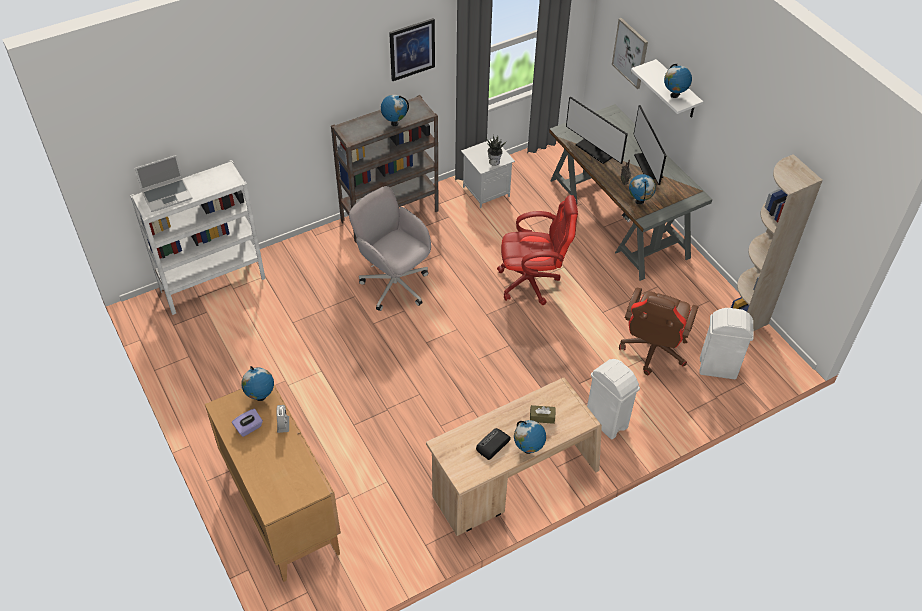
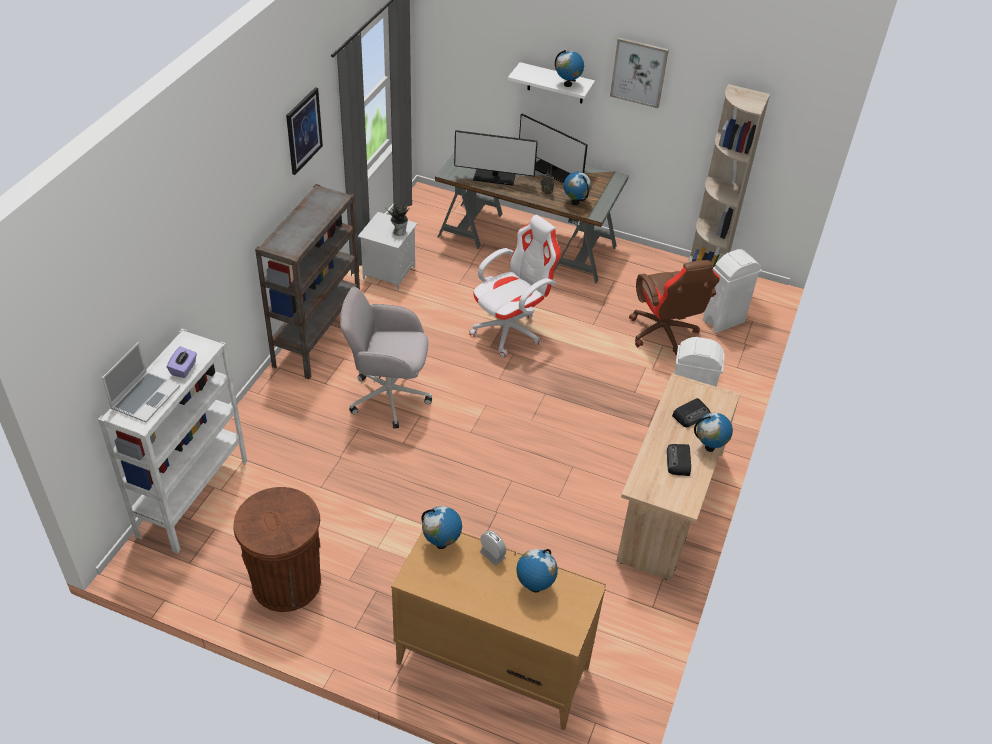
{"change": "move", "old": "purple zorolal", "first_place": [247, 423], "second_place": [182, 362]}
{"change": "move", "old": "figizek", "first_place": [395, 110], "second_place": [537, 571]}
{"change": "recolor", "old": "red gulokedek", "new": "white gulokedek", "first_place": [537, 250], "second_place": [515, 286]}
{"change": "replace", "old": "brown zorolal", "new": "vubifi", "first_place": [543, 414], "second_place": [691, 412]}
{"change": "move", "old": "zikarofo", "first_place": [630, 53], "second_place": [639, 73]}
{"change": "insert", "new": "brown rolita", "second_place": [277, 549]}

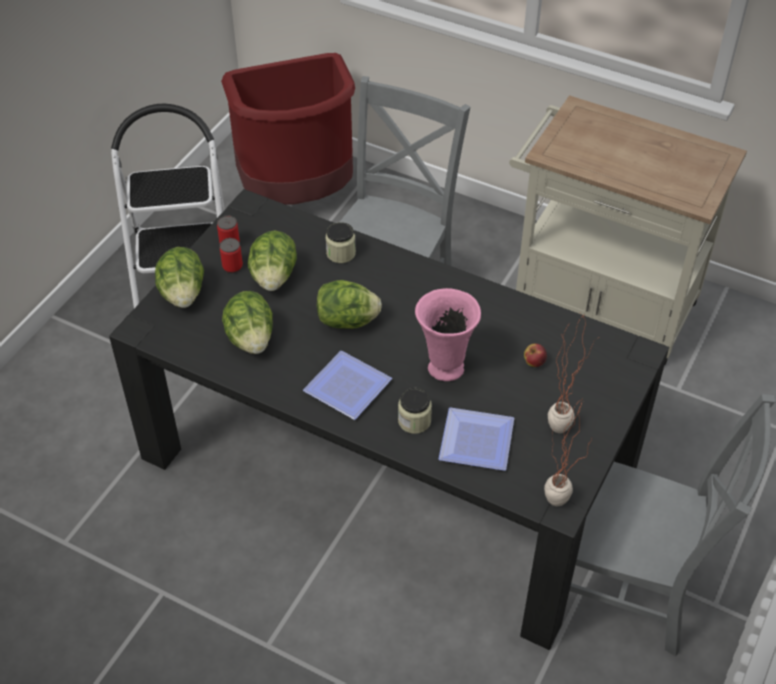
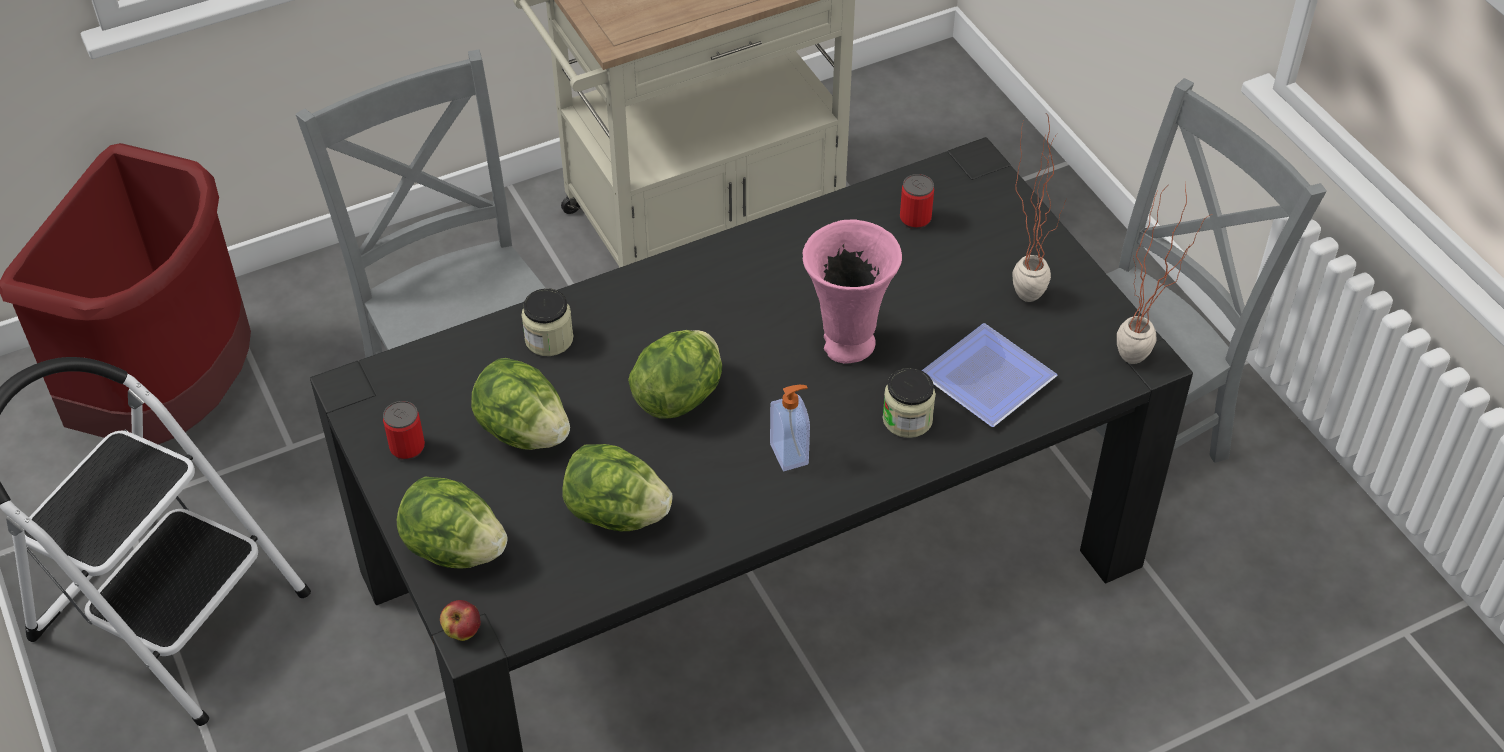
{"change": "move", "old": "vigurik", "first_place": [231, 255], "second_place": [917, 201]}
{"change": "replace", "old": "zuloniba", "new": "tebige", "first_place": [347, 385], "second_place": [790, 428]}
{"change": "move", "old": "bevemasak", "first_place": [535, 355], "second_place": [460, 620]}

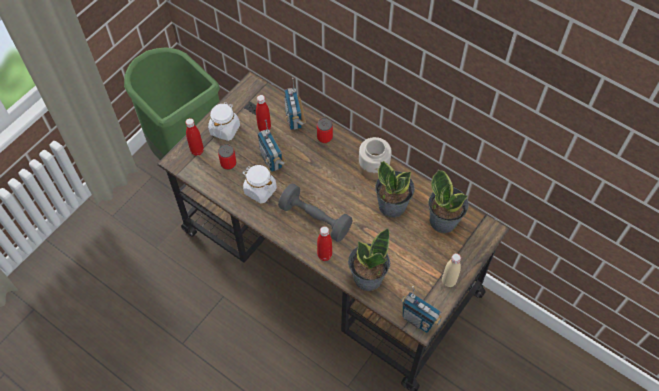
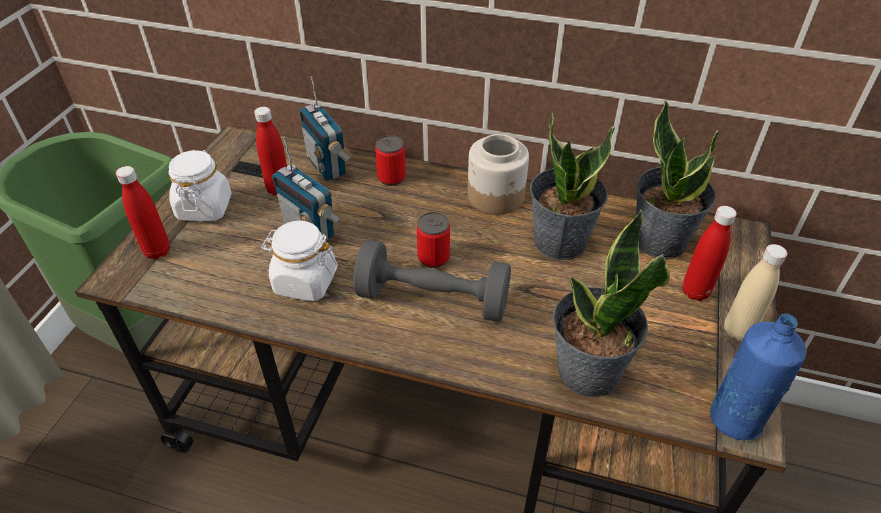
{"change": "move", "old": "vigurik", "first_place": [227, 157], "second_place": [433, 240]}
{"change": "move", "old": "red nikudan", "first_place": [324, 243], "second_place": [710, 253]}
{"change": "replace", "old": "vubifi", "new": "blue nikudan", "first_place": [421, 309], "second_place": [758, 376]}

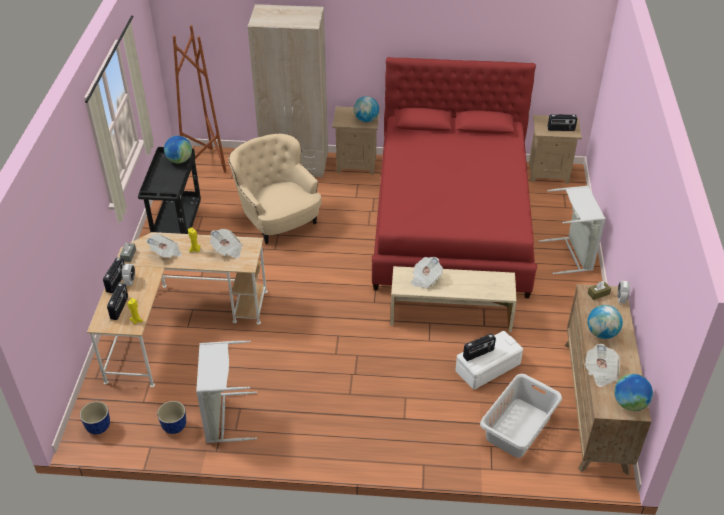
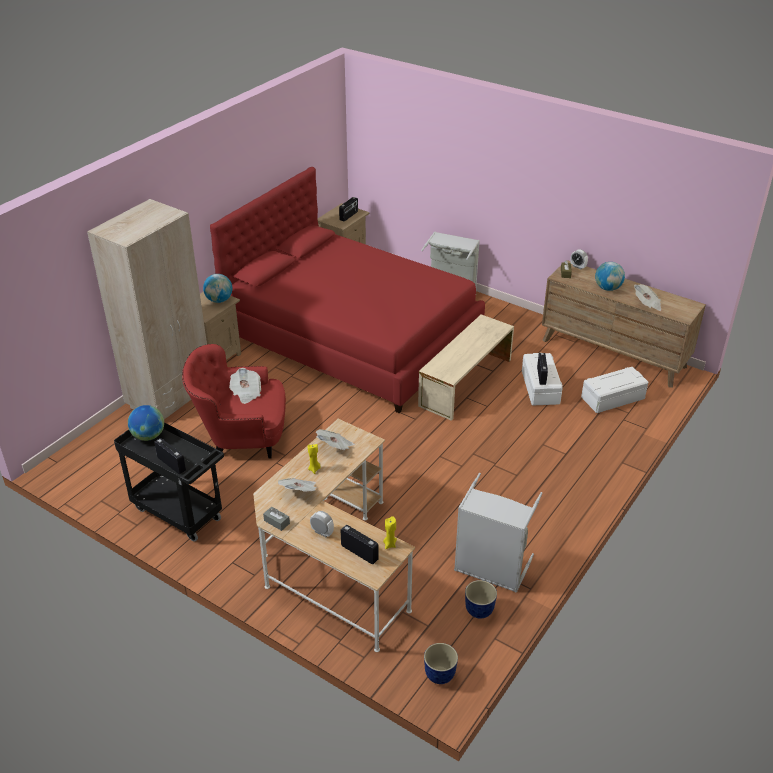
{"change": "move", "old": "vubifi", "first_place": [114, 275], "second_place": [170, 456]}
{"change": "delete", "old": "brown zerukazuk", "first_place": [200, 99]}
{"change": "recolor", "old": "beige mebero", "new": "red mebero", "first_place": [274, 189], "second_place": [234, 401]}
{"change": "move", "old": "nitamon", "first_place": [427, 273], "second_place": [245, 386]}
{"change": "replace", "old": "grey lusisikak", "new": "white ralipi", "first_place": [521, 416], "second_place": [614, 390]}
{"change": "delete", "old": "figizek", "first_place": [633, 392]}

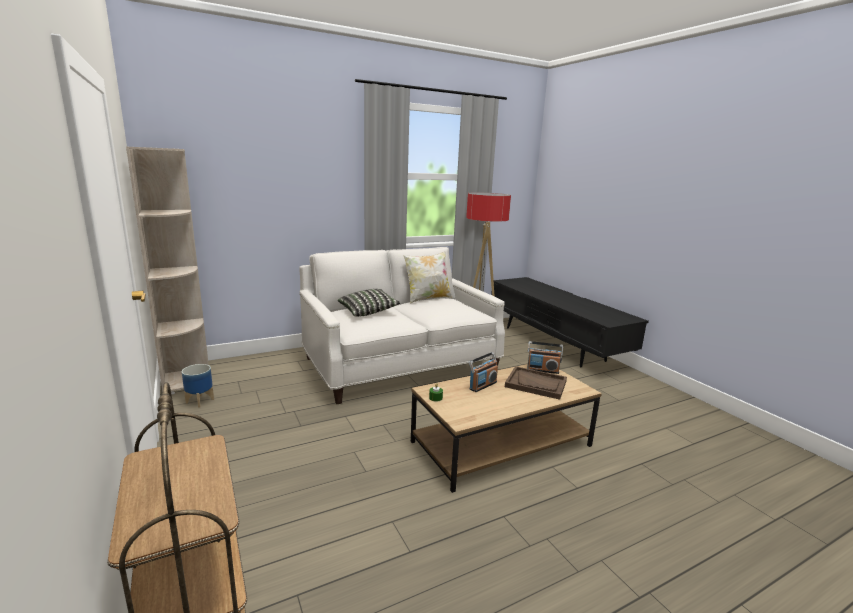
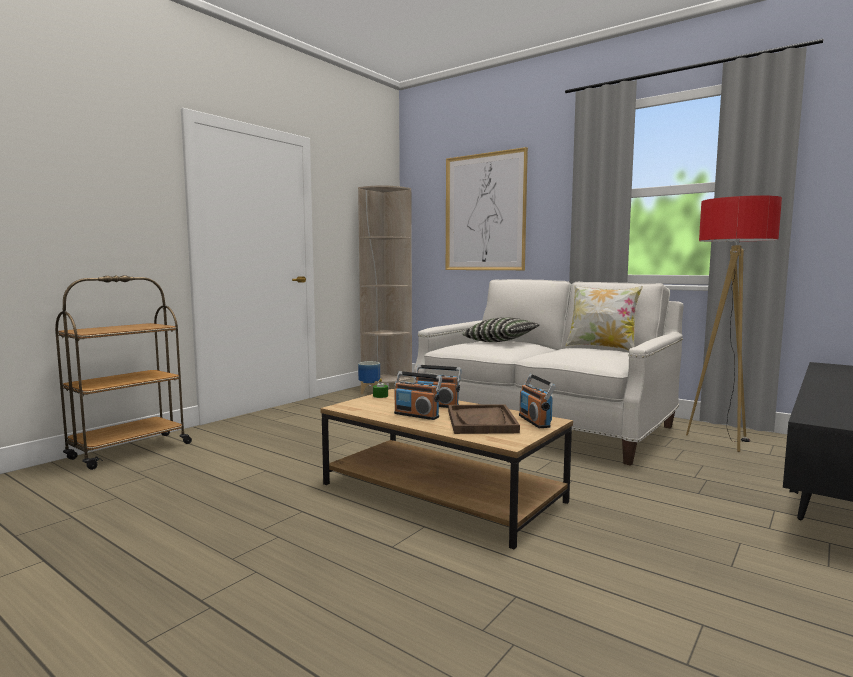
{"change": "insert", "new": "vubifi", "second_place": [418, 395]}
{"change": "insert", "new": "zikarofo", "second_place": [487, 208]}

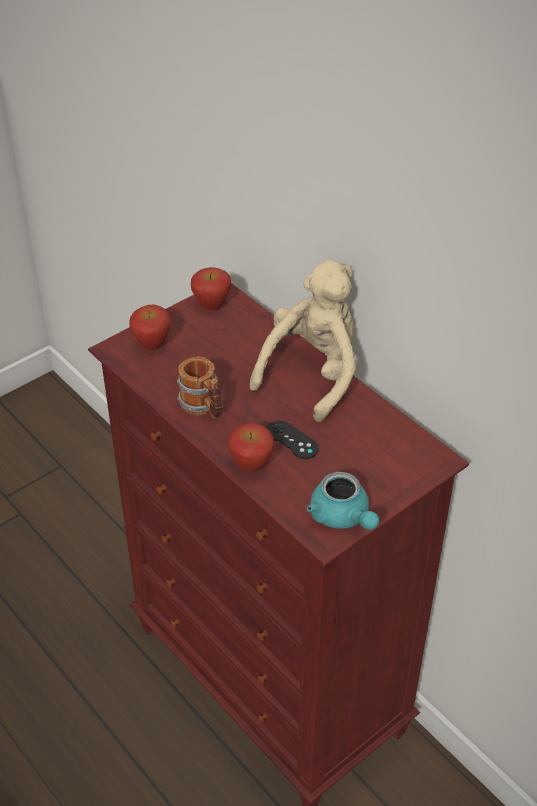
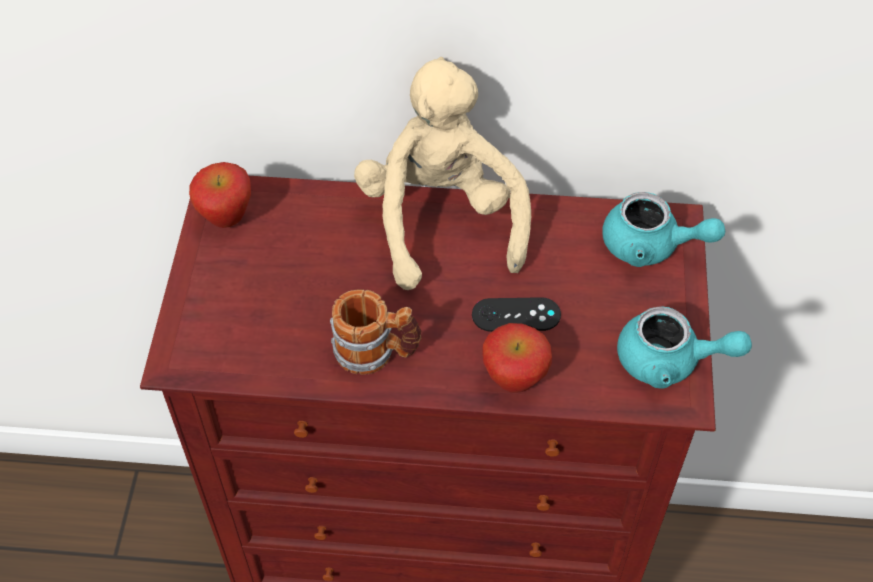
{"change": "delete", "old": "bevemasak", "first_place": [149, 327]}
{"change": "insert", "new": "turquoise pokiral", "second_place": [663, 229]}

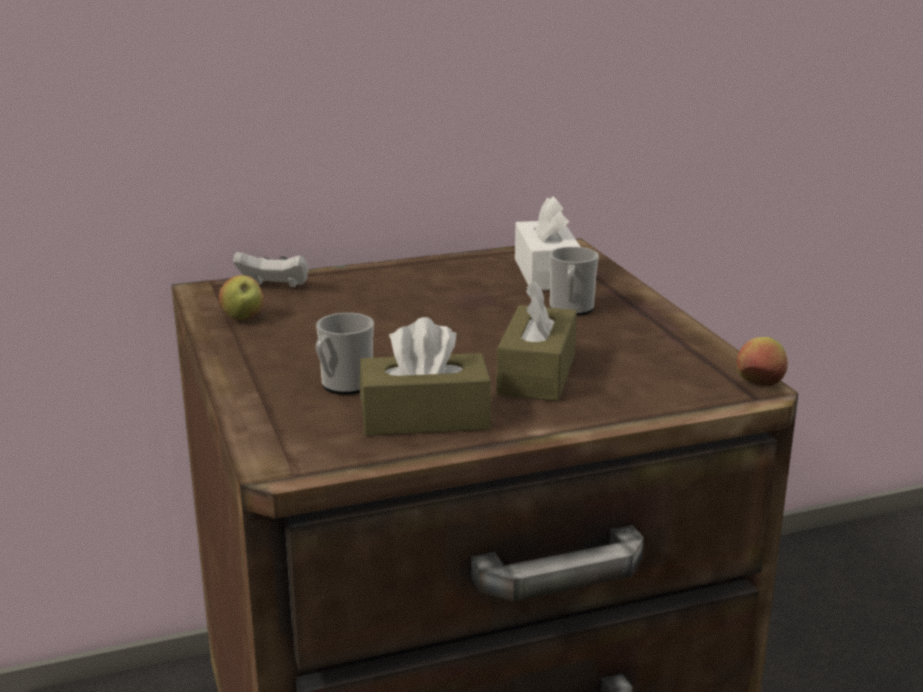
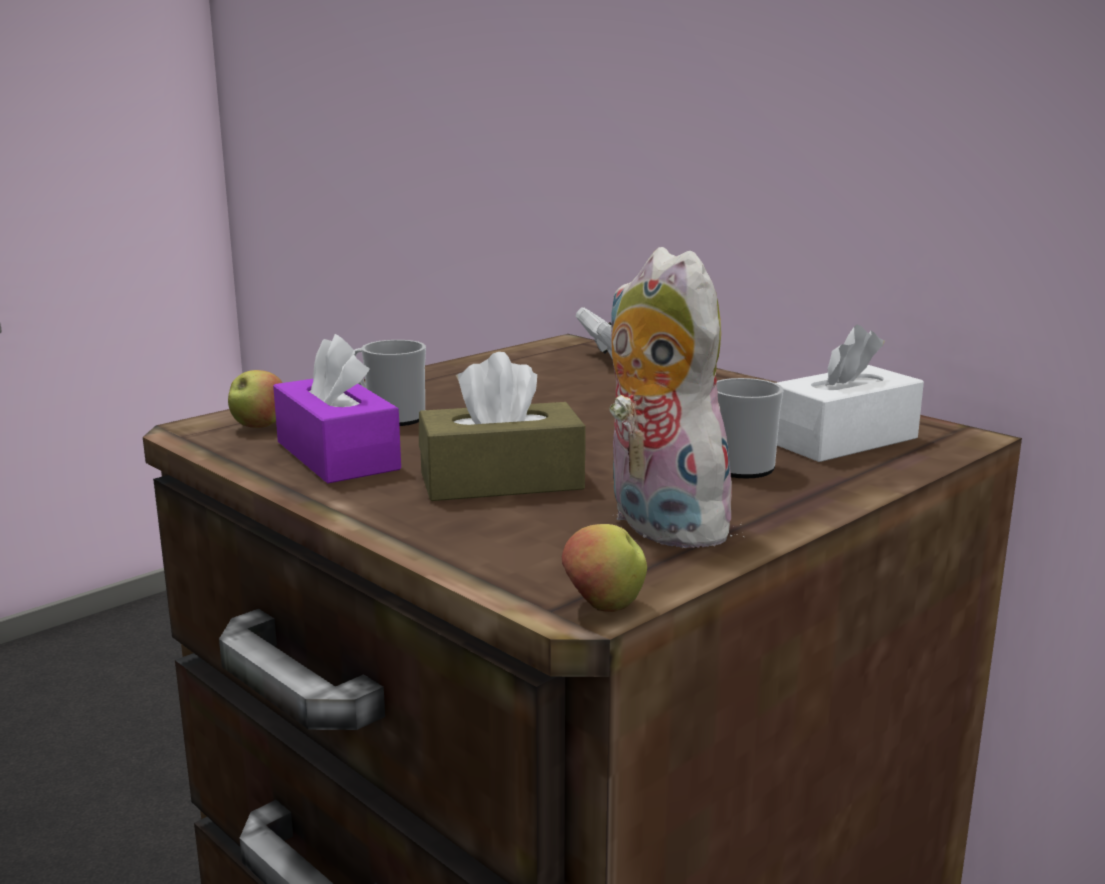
{"change": "move", "old": "bevemasak", "first_place": [241, 298], "second_place": [255, 399]}
{"change": "recolor", "old": "brown zorolal", "new": "purple zorolal", "first_place": [426, 376], "second_place": [337, 408]}
{"change": "insert", "new": "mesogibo", "second_place": [677, 398]}

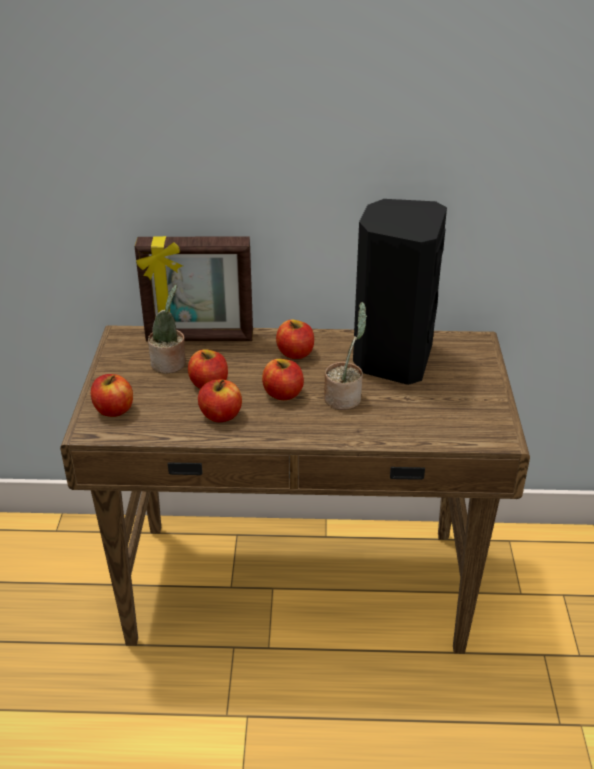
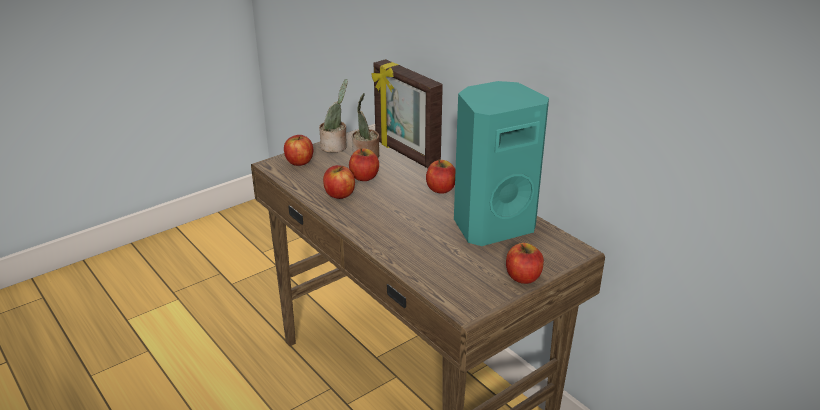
{"change": "move", "old": "bevemasak", "first_place": [283, 379], "second_place": [525, 263]}
{"change": "move", "old": "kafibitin", "first_place": [345, 356], "second_place": [333, 116]}
{"change": "recolor", "old": "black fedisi", "new": "turquoise fedisi", "first_place": [400, 292], "second_place": [501, 163]}

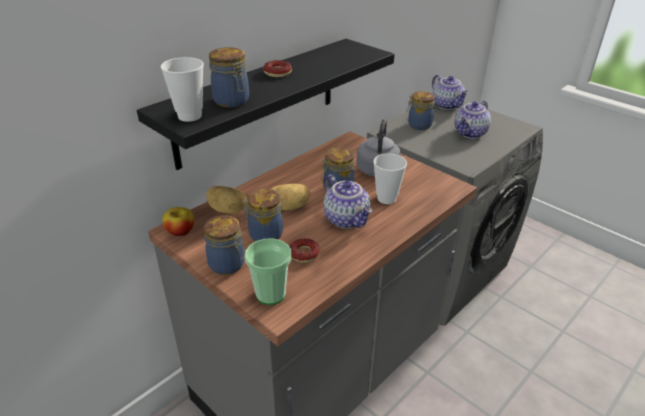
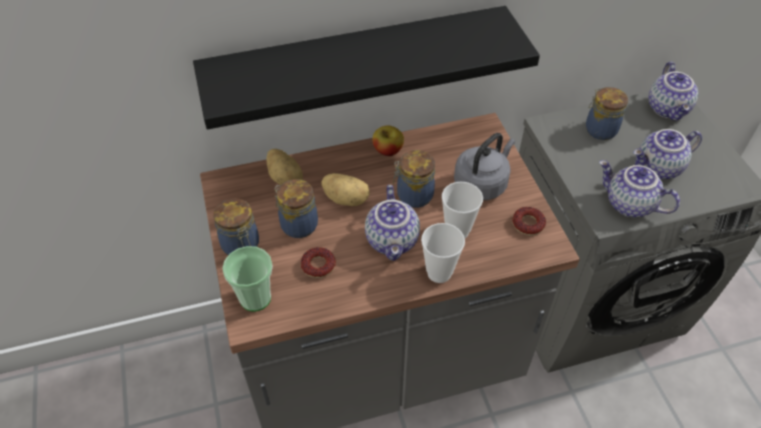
{"change": "move", "old": "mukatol", "first_place": [182, 89], "second_place": [443, 253]}
{"change": "move", "old": "bevemasak", "first_place": [178, 221], "second_place": [388, 140]}
{"change": "delete", "old": "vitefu", "first_place": [229, 77]}
{"change": "move", "old": "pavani", "first_place": [277, 68], "second_place": [529, 221]}
{"change": "insert", "new": "pokiral", "second_place": [639, 188]}

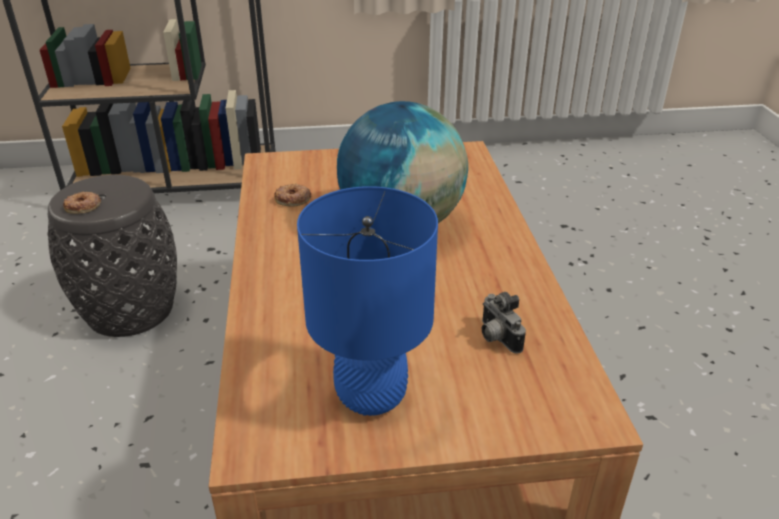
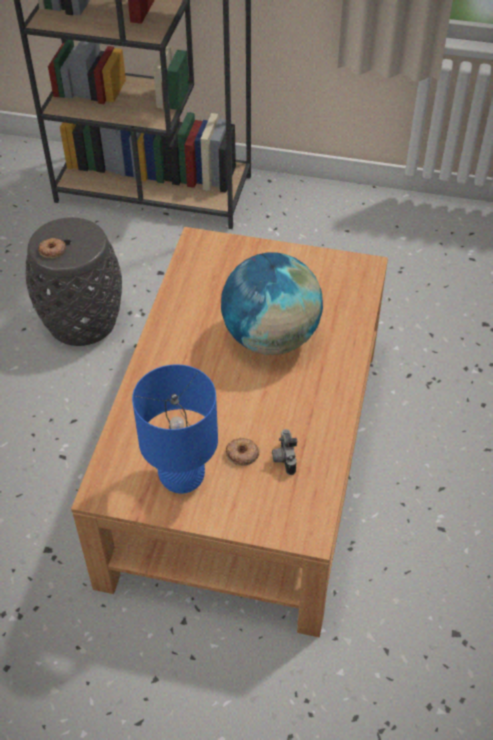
{"change": "move", "old": "pavani", "first_place": [292, 195], "second_place": [242, 452]}

